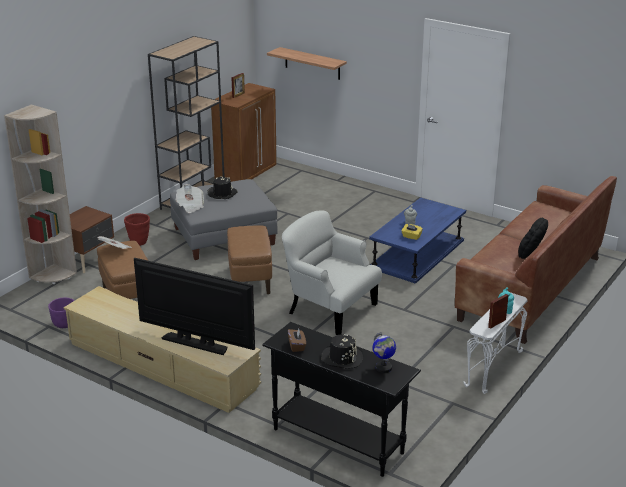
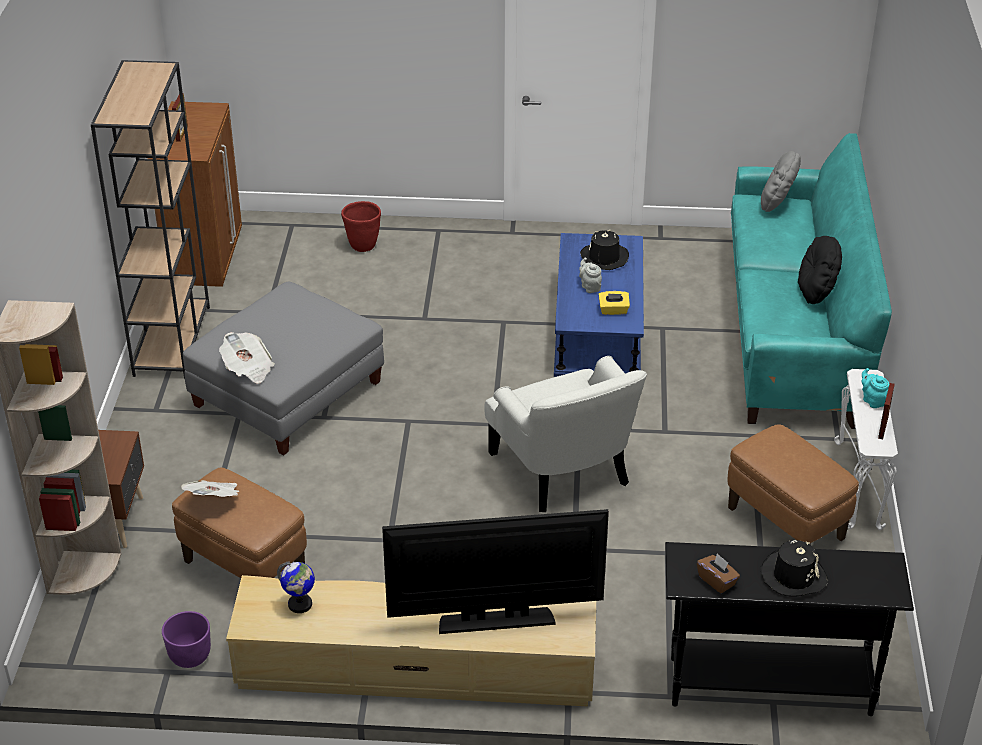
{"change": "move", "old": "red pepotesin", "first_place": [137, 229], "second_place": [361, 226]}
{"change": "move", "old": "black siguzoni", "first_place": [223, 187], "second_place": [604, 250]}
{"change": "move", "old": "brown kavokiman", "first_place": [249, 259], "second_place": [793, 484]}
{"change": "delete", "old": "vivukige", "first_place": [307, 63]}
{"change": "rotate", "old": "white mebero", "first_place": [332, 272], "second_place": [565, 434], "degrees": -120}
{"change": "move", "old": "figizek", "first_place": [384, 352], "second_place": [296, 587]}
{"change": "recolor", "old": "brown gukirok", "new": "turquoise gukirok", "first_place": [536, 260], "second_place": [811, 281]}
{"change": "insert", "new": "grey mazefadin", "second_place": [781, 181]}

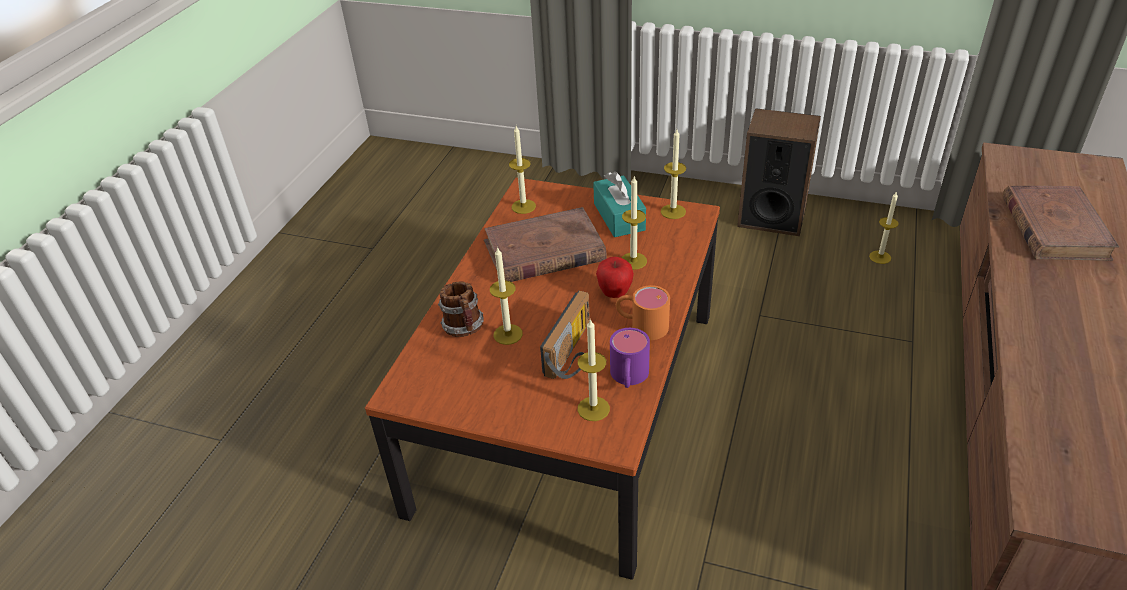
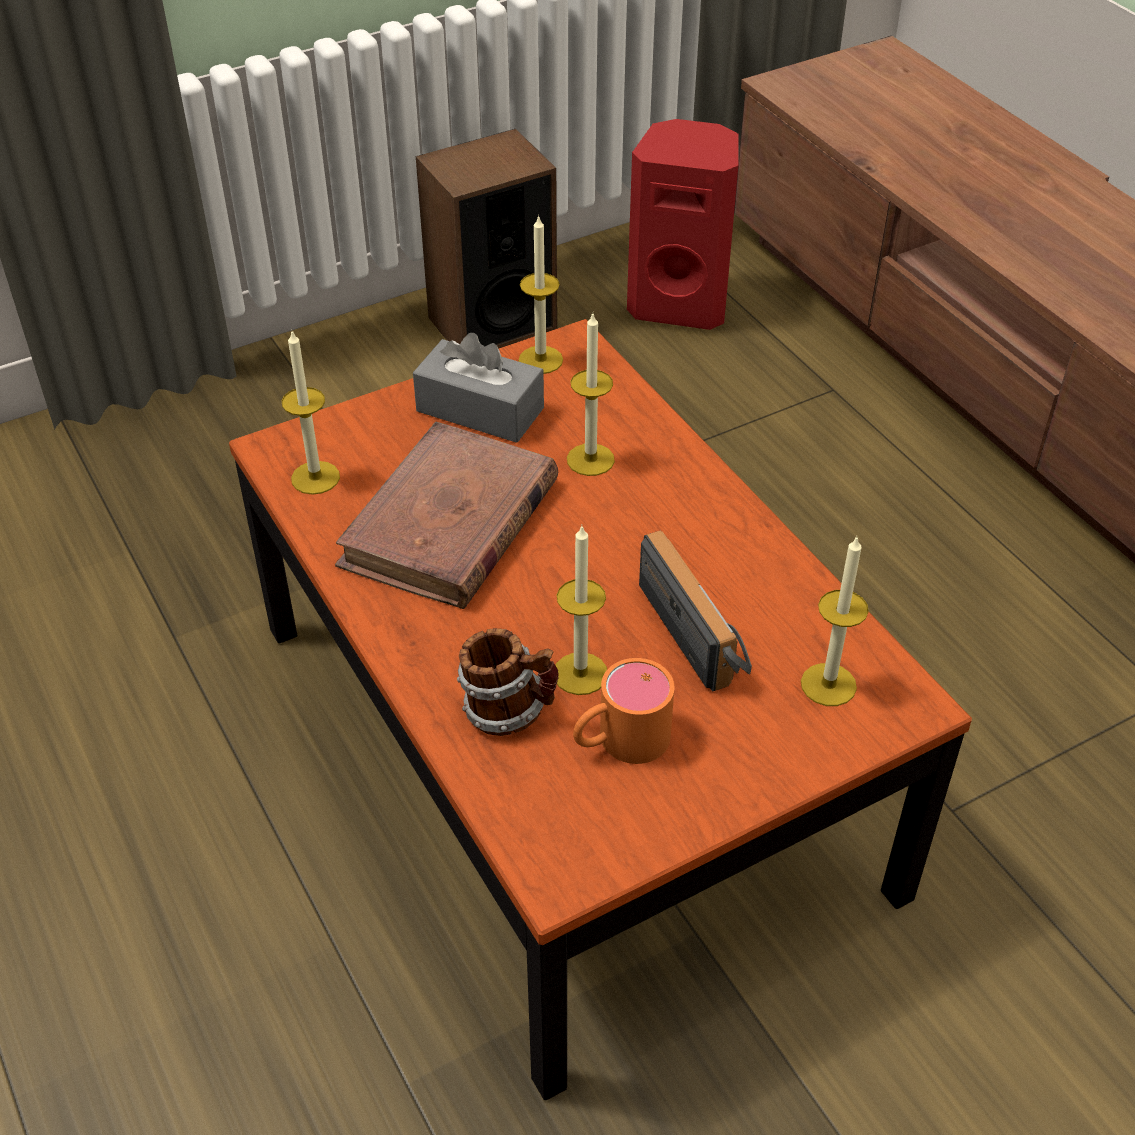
{"change": "recolor", "old": "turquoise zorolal", "new": "grey zorolal", "first_place": [619, 204], "second_place": [478, 388]}
{"change": "delete", "old": "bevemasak", "first_place": [615, 277]}
{"change": "delete", "old": "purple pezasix", "first_place": [630, 358]}
{"change": "move", "old": "orange pezasix", "first_place": [643, 312], "second_place": [623, 711]}
{"change": "replace", "old": "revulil", "new": "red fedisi", "first_place": [884, 227], "second_place": [683, 224]}
{"change": "delete", "old": "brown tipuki", "first_place": [1061, 223]}

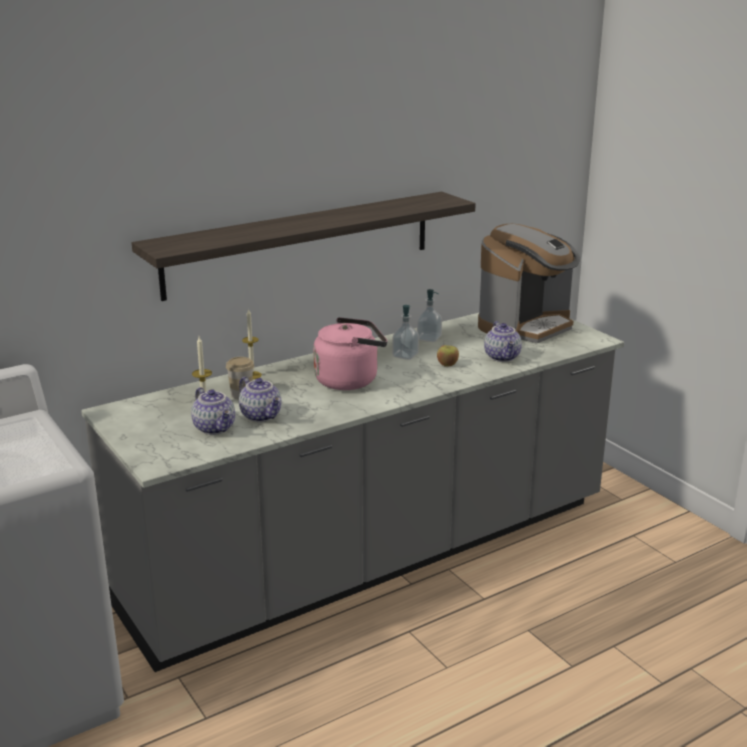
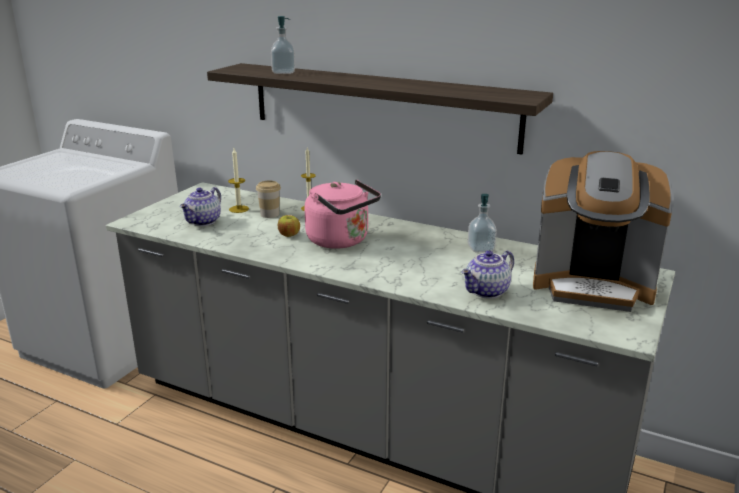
{"change": "delete", "old": "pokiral", "first_place": [260, 399]}
{"change": "move", "old": "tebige", "first_place": [405, 332], "second_place": [283, 45]}
{"change": "move", "old": "bevemasak", "first_place": [448, 356], "second_place": [289, 226]}

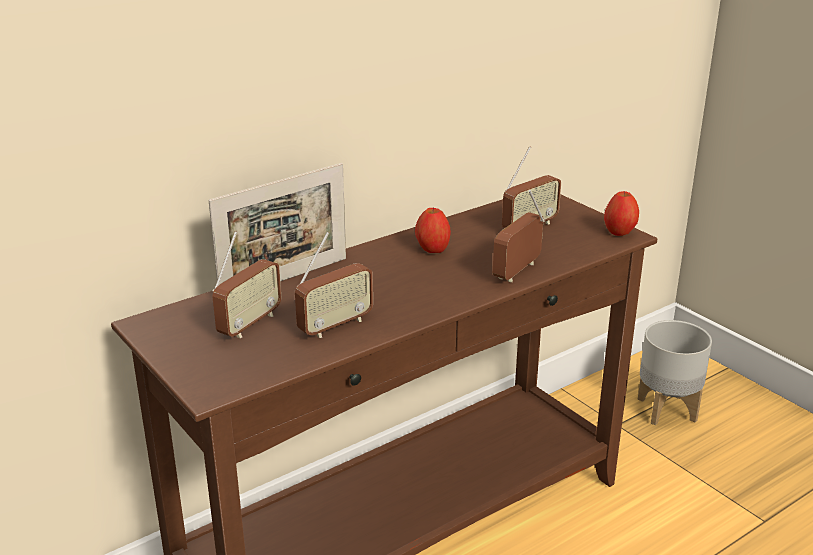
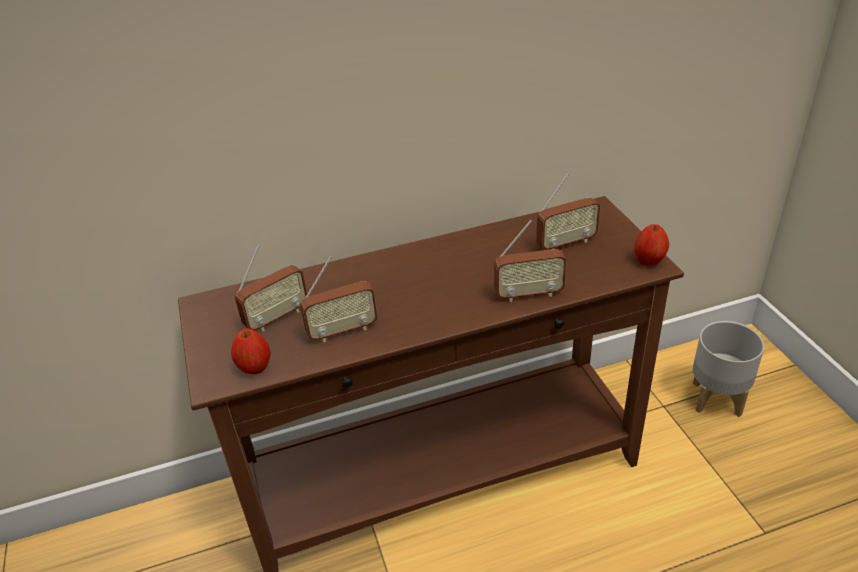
{"change": "delete", "old": "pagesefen", "first_place": [277, 224]}
{"change": "move", "old": "bevemasak", "first_place": [433, 230], "second_place": [251, 351]}
{"change": "rotate", "old": "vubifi", "first_place": [519, 236], "second_place": [530, 261], "degrees": -150}

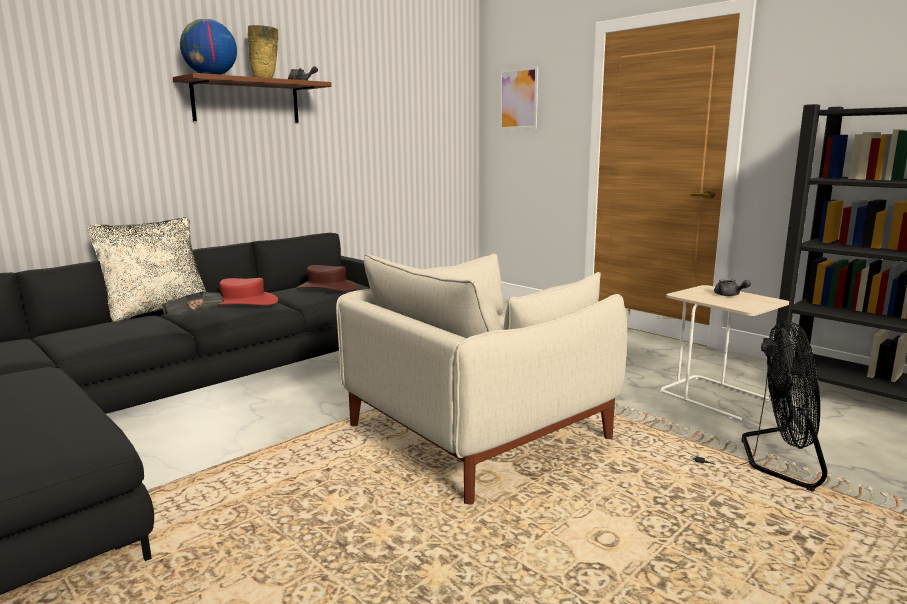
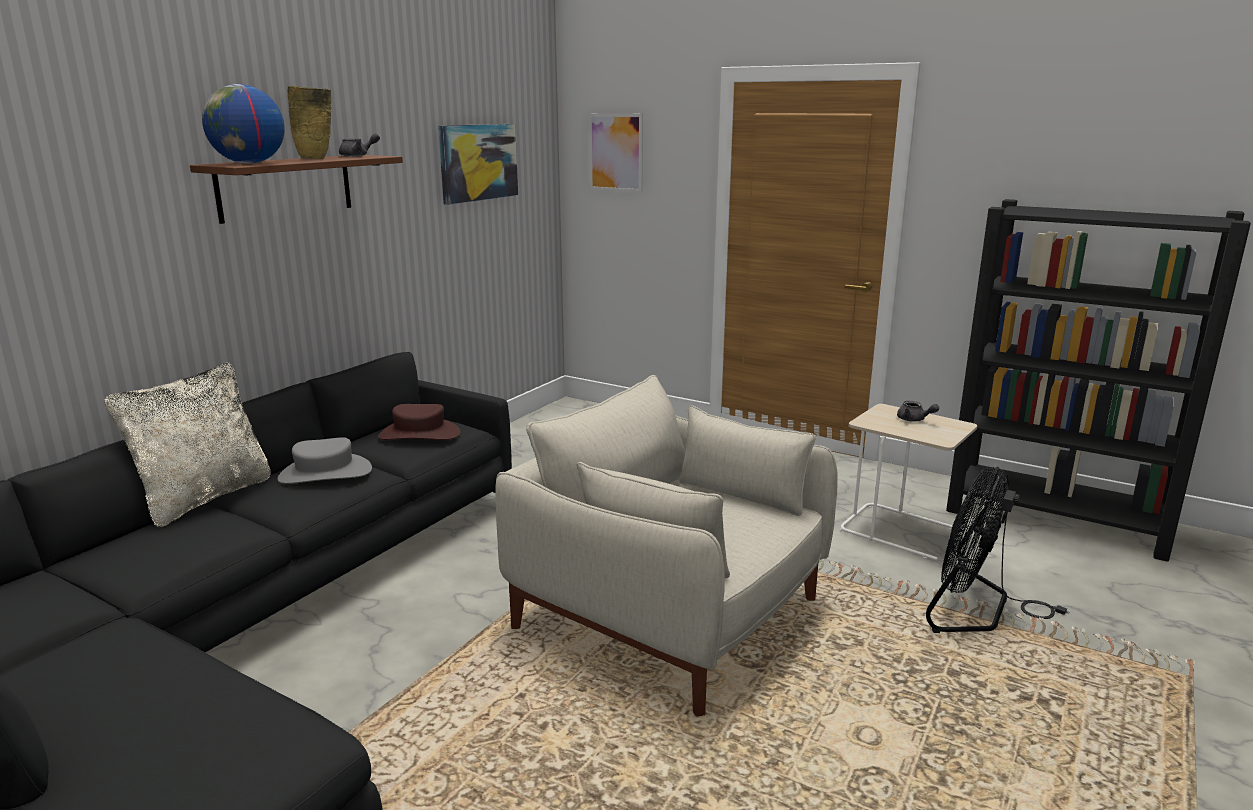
{"change": "delete", "old": "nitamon", "first_place": [192, 304]}
{"change": "recolor", "old": "red siguzoni", "new": "grey siguzoni", "first_place": [248, 291], "second_place": [325, 460]}
{"change": "rotate", "old": "beige mebero", "first_place": [481, 379], "second_place": [666, 546], "degrees": 90}
{"change": "rotate", "old": "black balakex", "first_place": [759, 406], "second_place": [997, 550], "degrees": -150}
{"change": "insert", "new": "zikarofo", "second_place": [478, 164]}

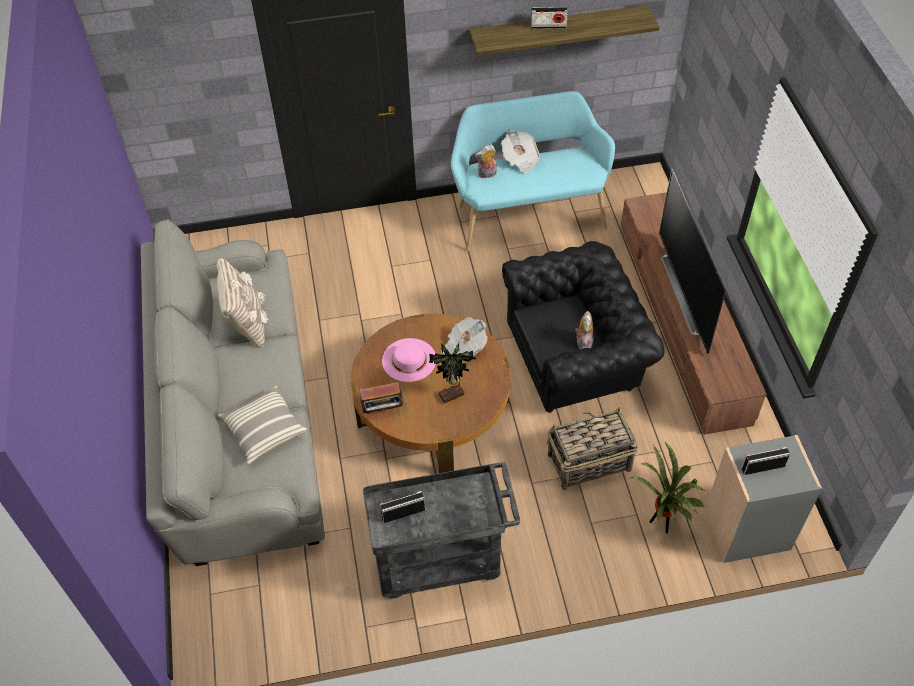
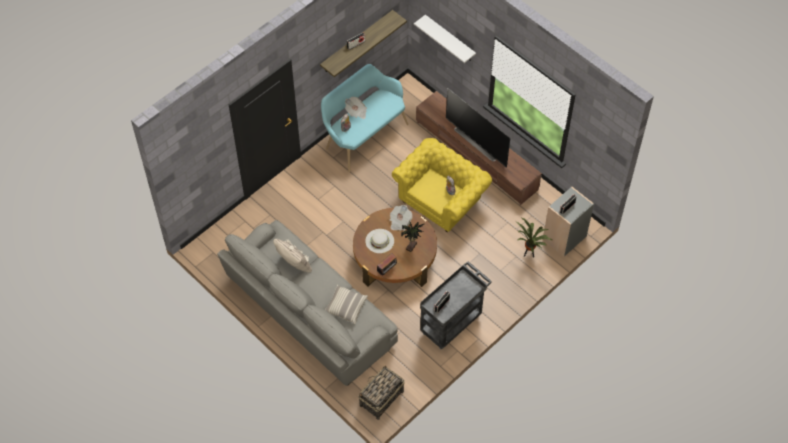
{"change": "recolor", "old": "pink siguzoni", "new": "white siguzoni", "first_place": [409, 360], "second_place": [379, 241]}
{"change": "recolor", "old": "black mebero", "new": "yellow mebero", "first_place": [583, 327], "second_place": [442, 185]}
{"change": "move", "old": "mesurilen", "first_place": [592, 448], "second_place": [381, 393]}
{"change": "insert", "new": "white vivukige", "second_place": [445, 39]}

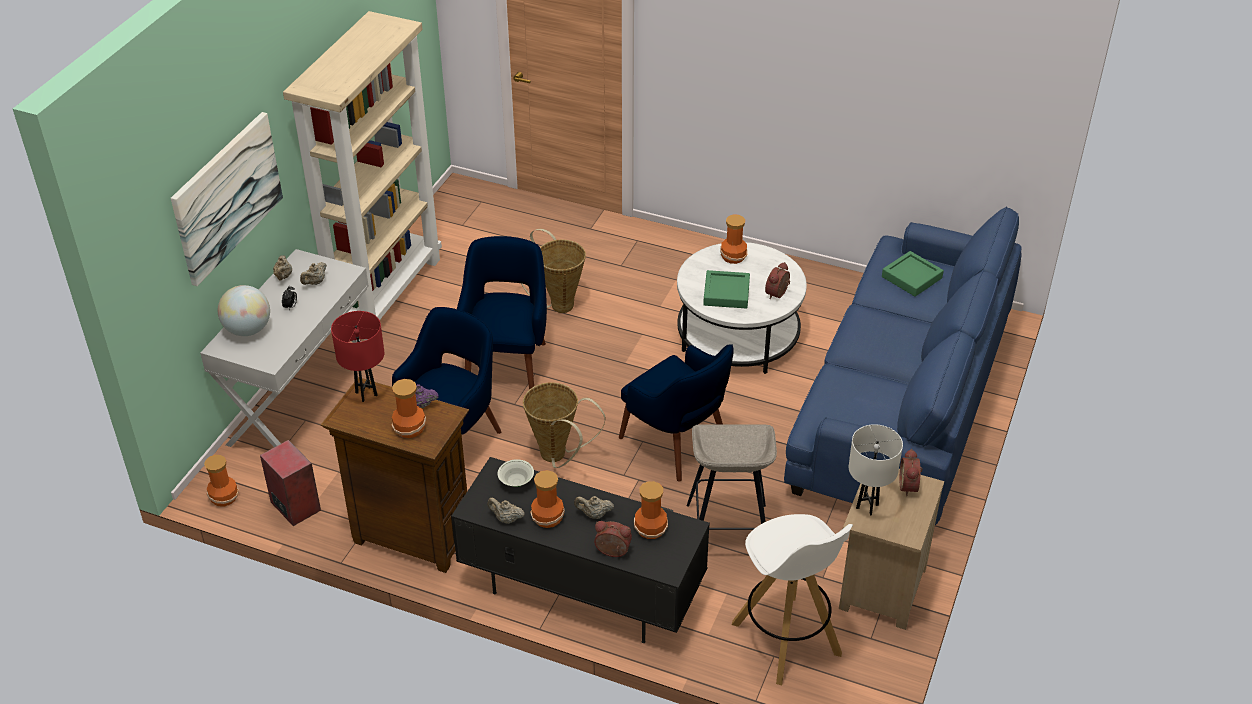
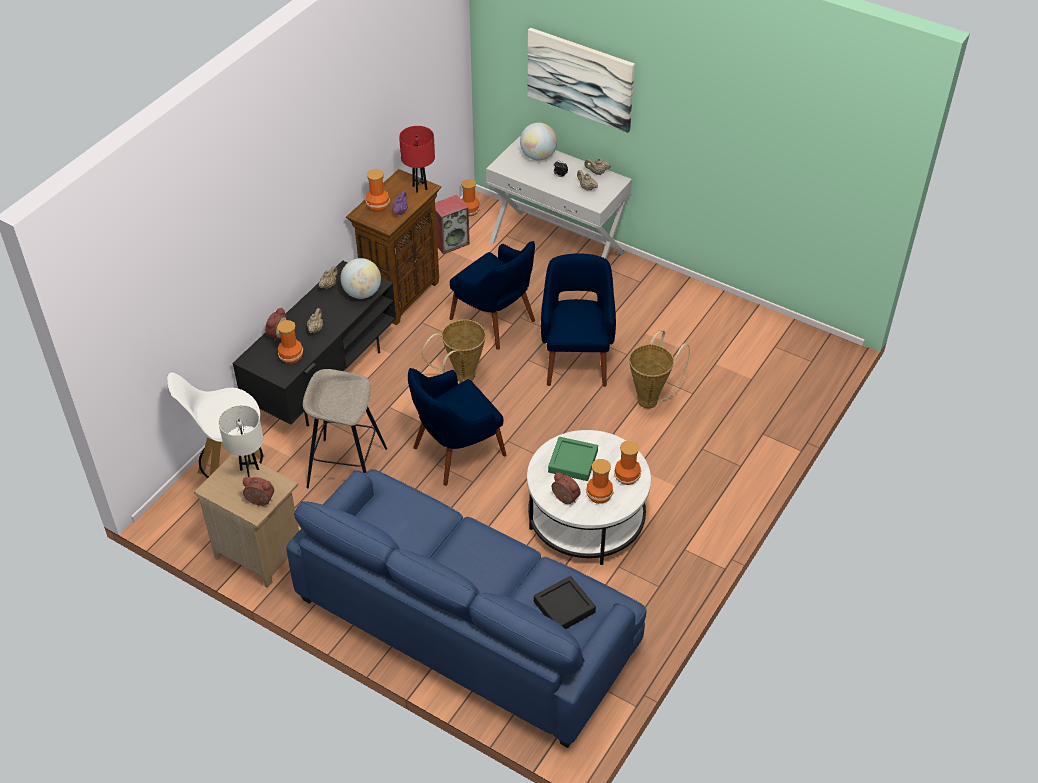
{"change": "delete", "old": "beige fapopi", "first_place": [362, 176]}
{"change": "rotate", "old": "blue mebero", "first_place": [502, 313], "second_place": [578, 320], "degrees": -105}
{"change": "replace", "old": "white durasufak", "new": "figizek", "first_place": [516, 473], "second_place": [360, 278]}
{"change": "move", "old": "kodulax", "first_place": [547, 499], "second_place": [600, 481]}
{"change": "recolor", "old": "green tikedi", "new": "black tikedi", "first_place": [913, 274], "second_place": [565, 602]}

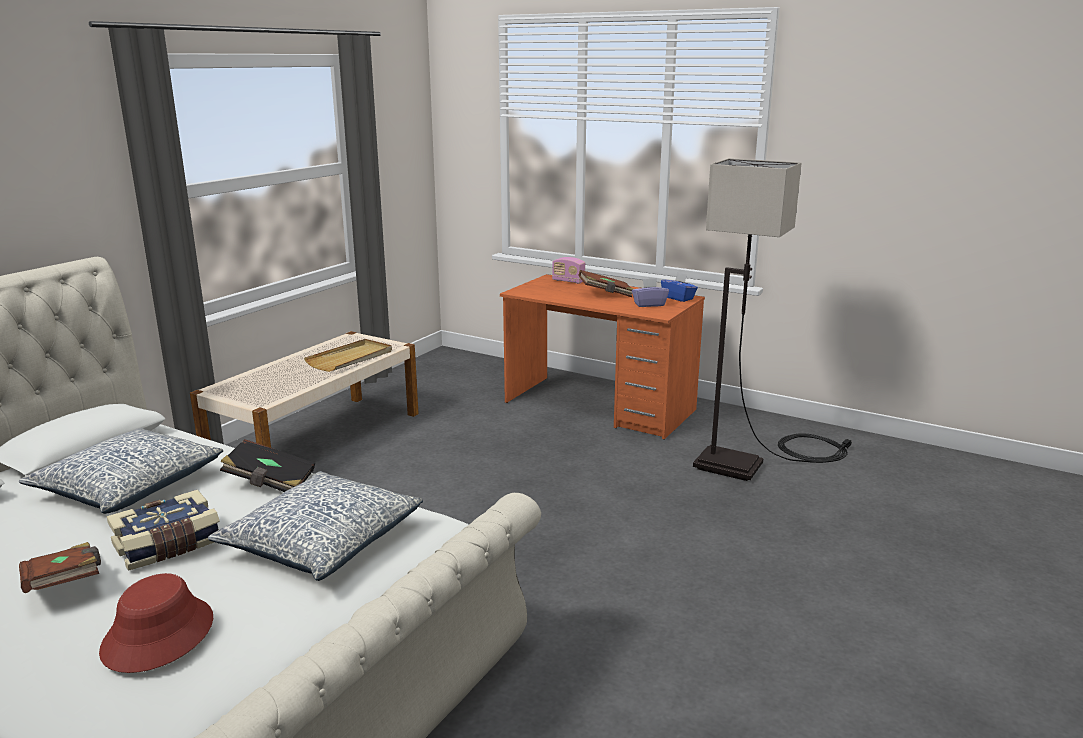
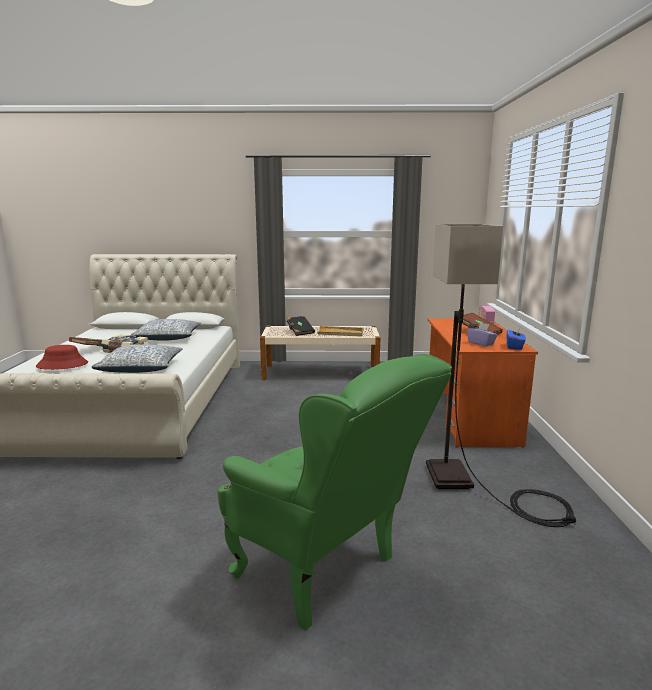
{"change": "move", "old": "black tipuki", "first_place": [267, 465], "second_place": [301, 326]}
{"change": "insert", "new": "green mebero", "second_place": [335, 492]}

